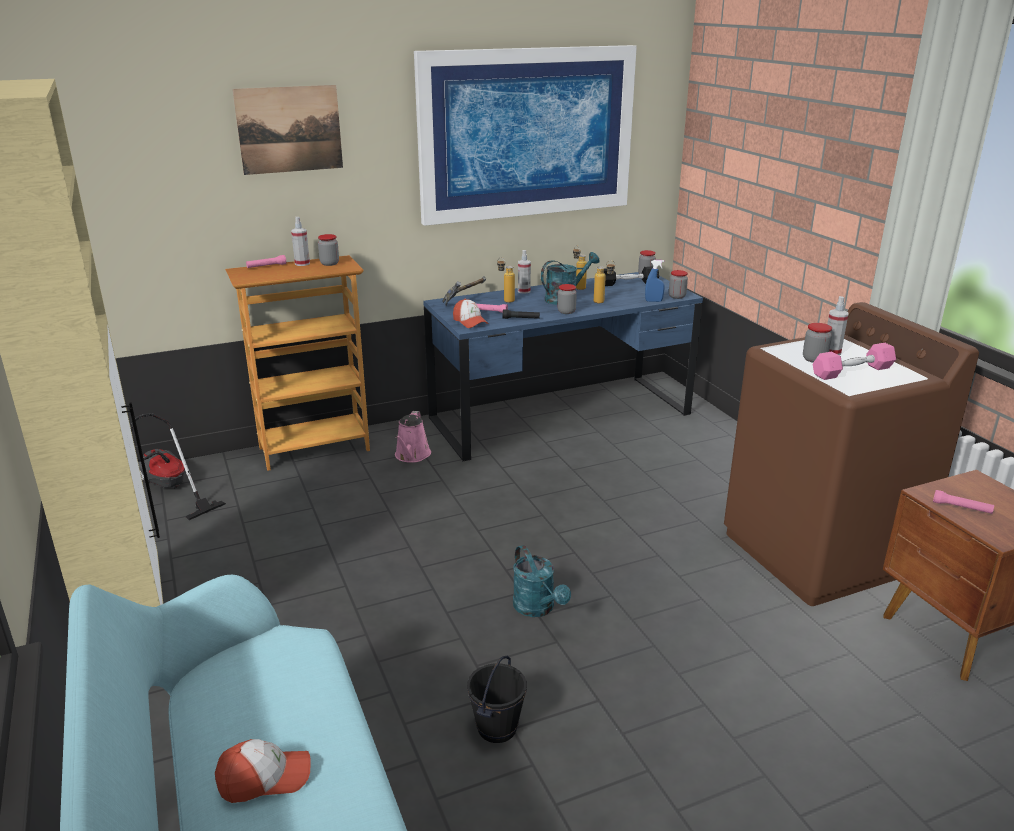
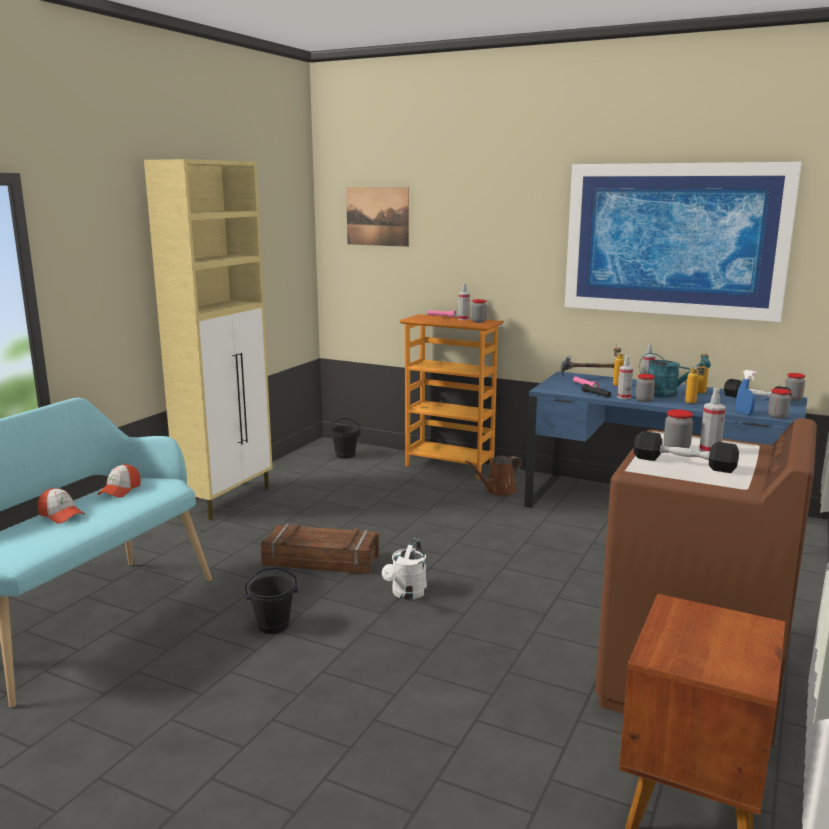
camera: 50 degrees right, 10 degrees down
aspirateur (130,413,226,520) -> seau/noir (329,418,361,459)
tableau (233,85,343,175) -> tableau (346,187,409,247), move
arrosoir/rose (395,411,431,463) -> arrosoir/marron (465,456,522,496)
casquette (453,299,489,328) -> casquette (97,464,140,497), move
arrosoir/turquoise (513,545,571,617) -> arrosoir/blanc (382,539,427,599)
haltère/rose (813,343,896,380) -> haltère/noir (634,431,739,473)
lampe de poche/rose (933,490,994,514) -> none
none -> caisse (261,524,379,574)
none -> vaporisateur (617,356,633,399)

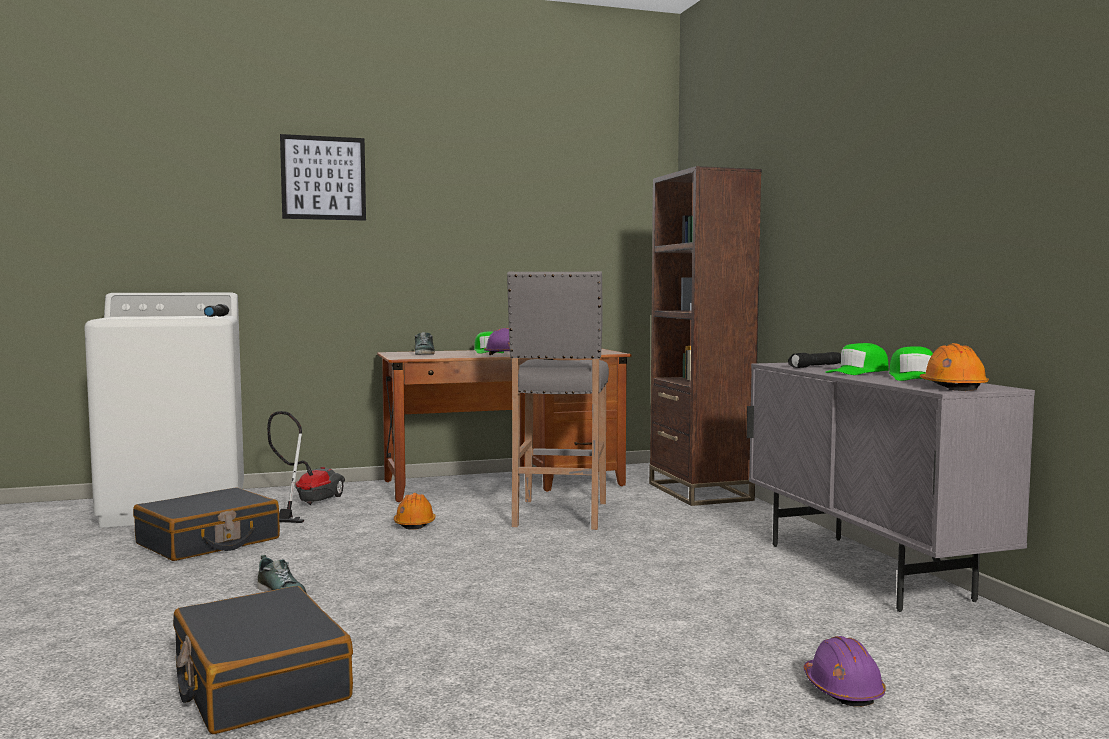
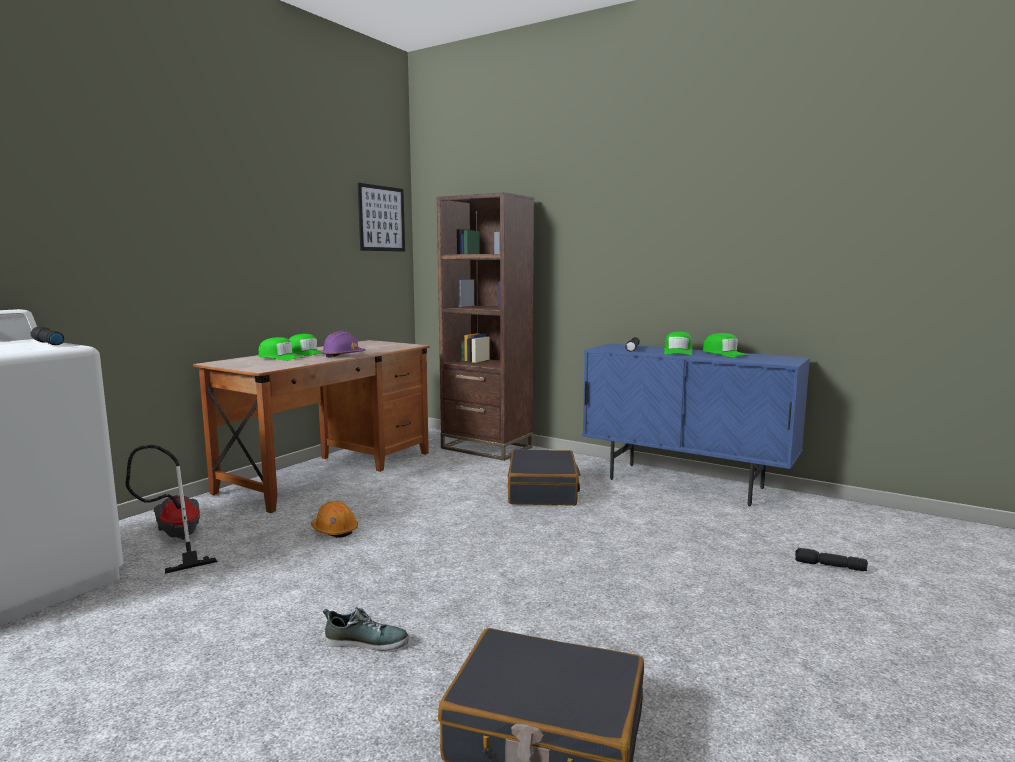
camera: 40 degrees left, 5 degrees up
valise/noir (133,487,280,561) -> valise/noir (508,449,581,506), move
tableau (280,134,366,221) -> tableau (358,183,405,252), move
chaussure (415,332,435,355) -> none
tabouret/gris (507,271,609,530) -> none
meuble de rangement/gris (746,363,1035,612) -> meuble de rangement/bleu (582,343,810,506)
casque de chantier/violet (803,636,886,707) -> lampe de poche/noir (795,548,868,571)
casque de chantier/orange (920,343,989,391) -> none
none -> casquette/vert (258,337,305,361)

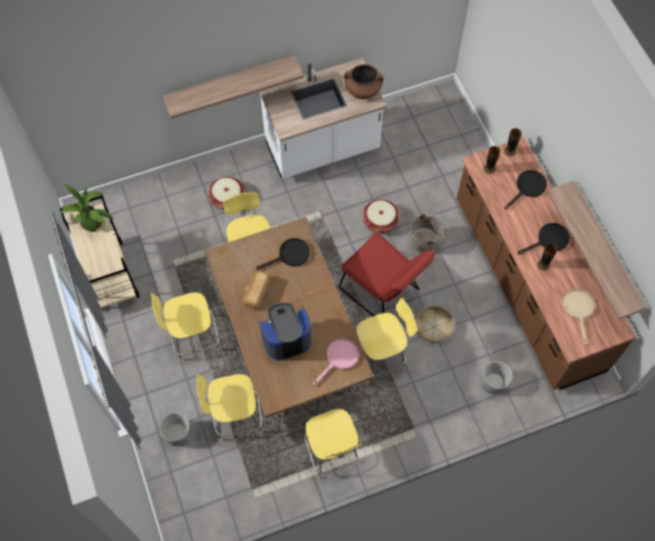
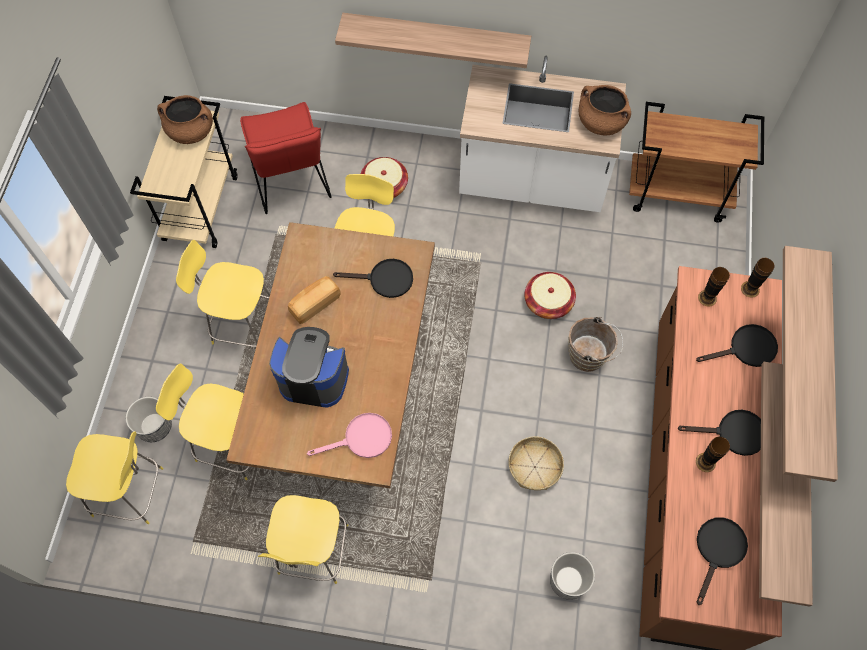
camera: 30 degrees right, 0 degrees up
plante en pot (60,184,114,232) -> marmite/marron (157,95,213,144)
chaise/rouge (339,233,435,316) -> chaise/rouge (240,102,332,214), move
tabouret/jaune (356,298,417,383) -> tabouret/jaune (66,431,163,524), move
poêle/beige (562,289,594,345) -> poêle/noir (697,517,748,605)
none -> chariot/marron (629,102,764,223)
none -> étagère (783,246,838,482)

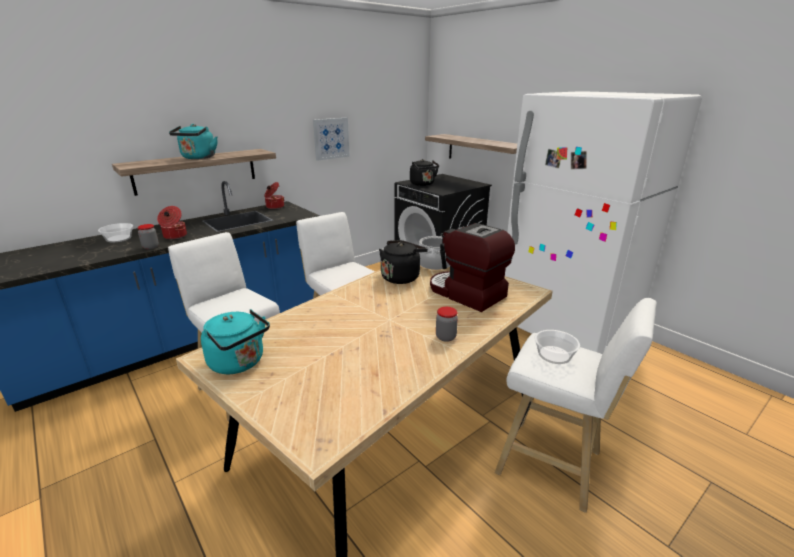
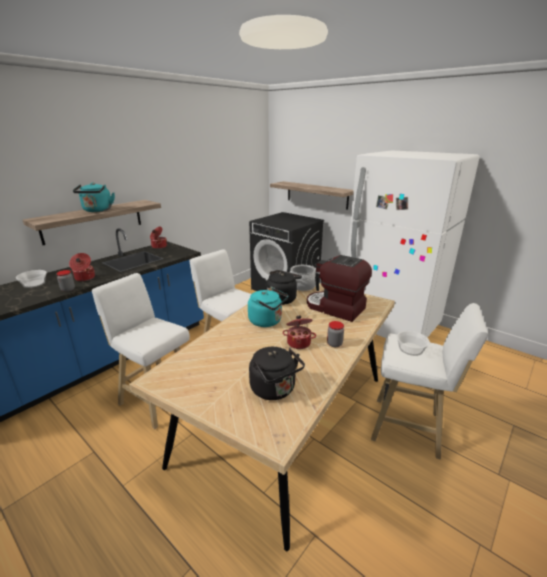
camera: 10 degrees left, 0 degrees up
bouilloire/turquoise (201,309,270,374) -> bouilloire/turquoise (248,288,288,327), move
tableau (313,118,350,161) -> none
bouilloire/noir (410,159,439,186) -> bouilloire/noir (249,347,305,400), move
none -> marmite (282,316,316,349)

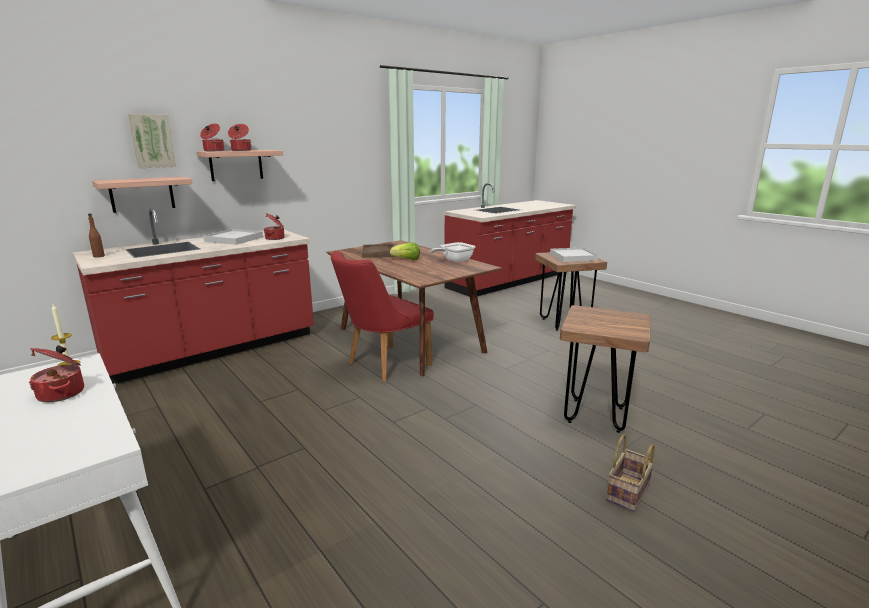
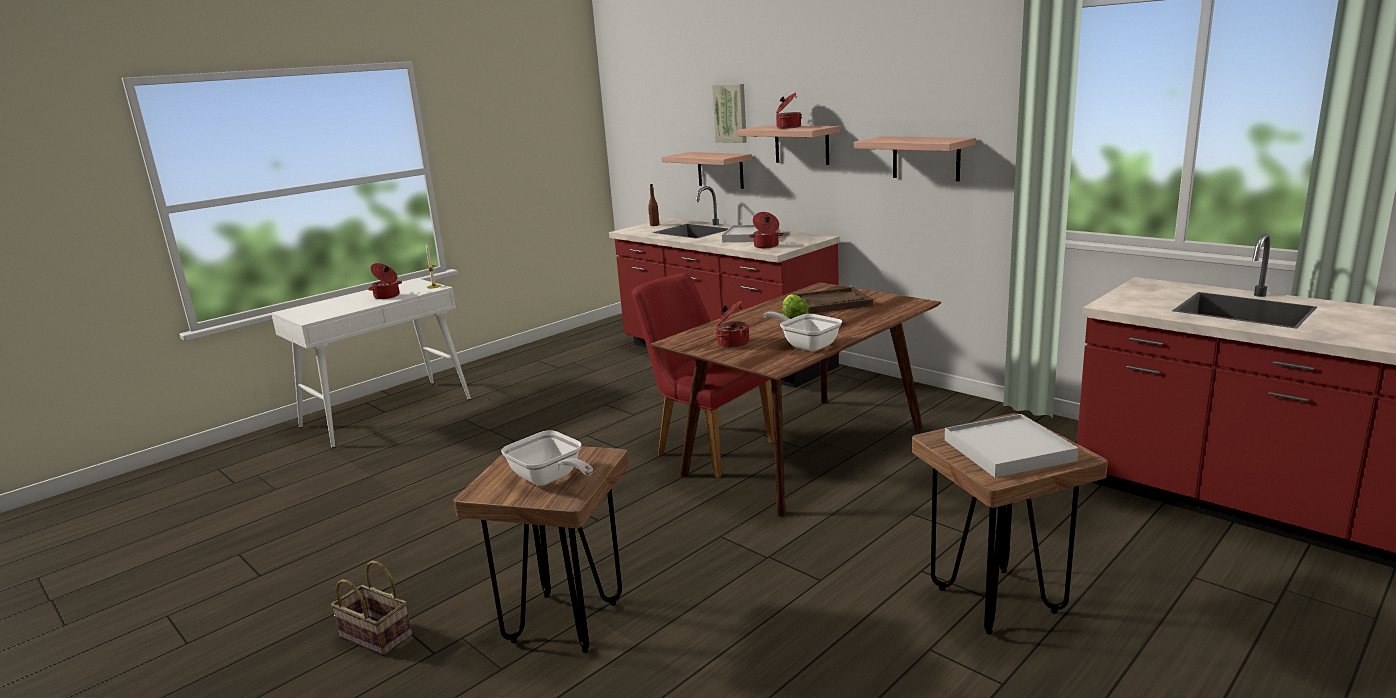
camera: 85 degrees right, 0 degrees up
marmite (200,124,224,151) -> marmite (715,300,749,348), move
none -> poêle (501,430,593,486)
none -> étagère (854,136,976,181)

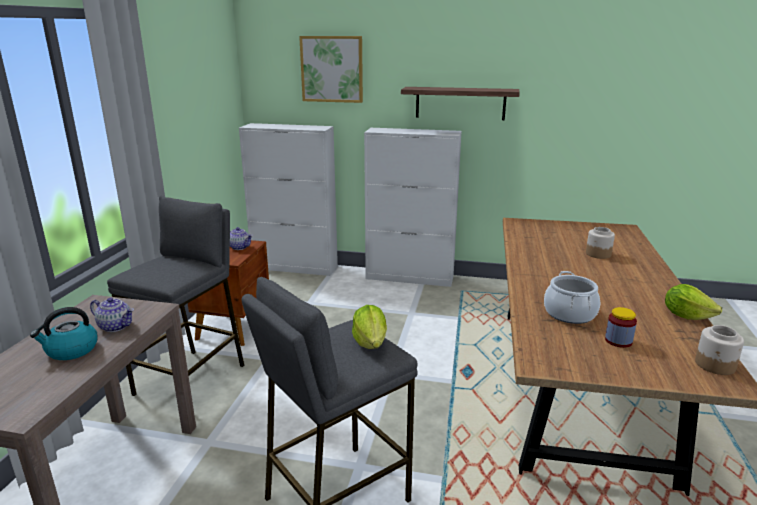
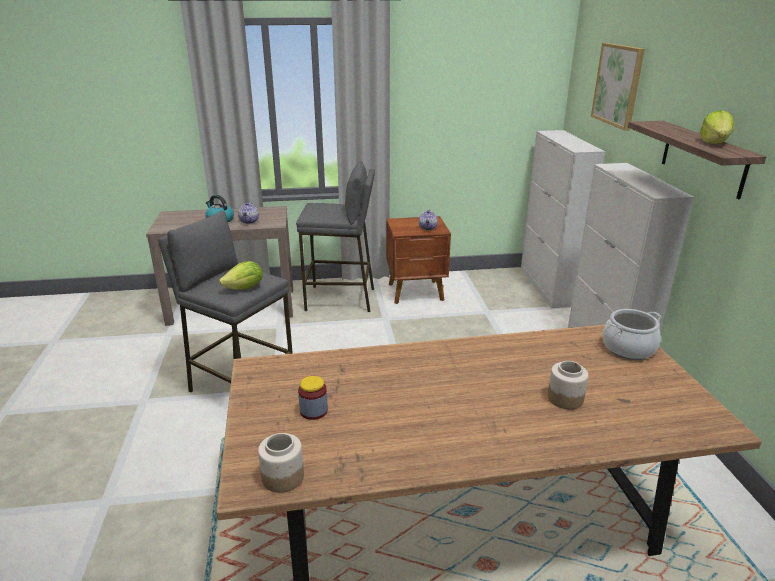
camera: 70 degrees right, 5 degrees up
marmite (544,271,600,324) -> marmite (602,309,662,360), move
laitue (665,284,722,320) -> laitue (700,110,734,144), move

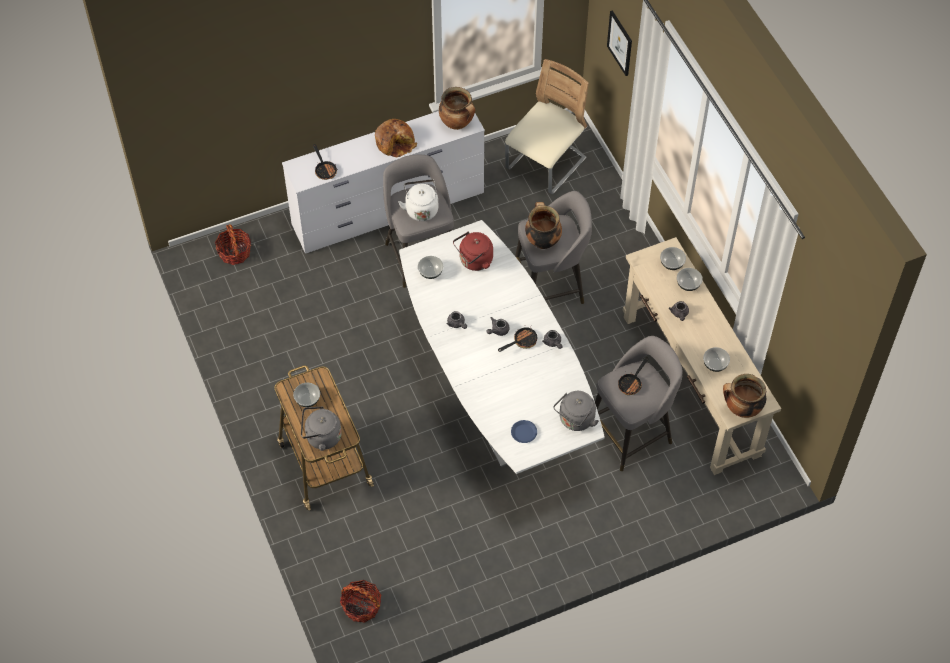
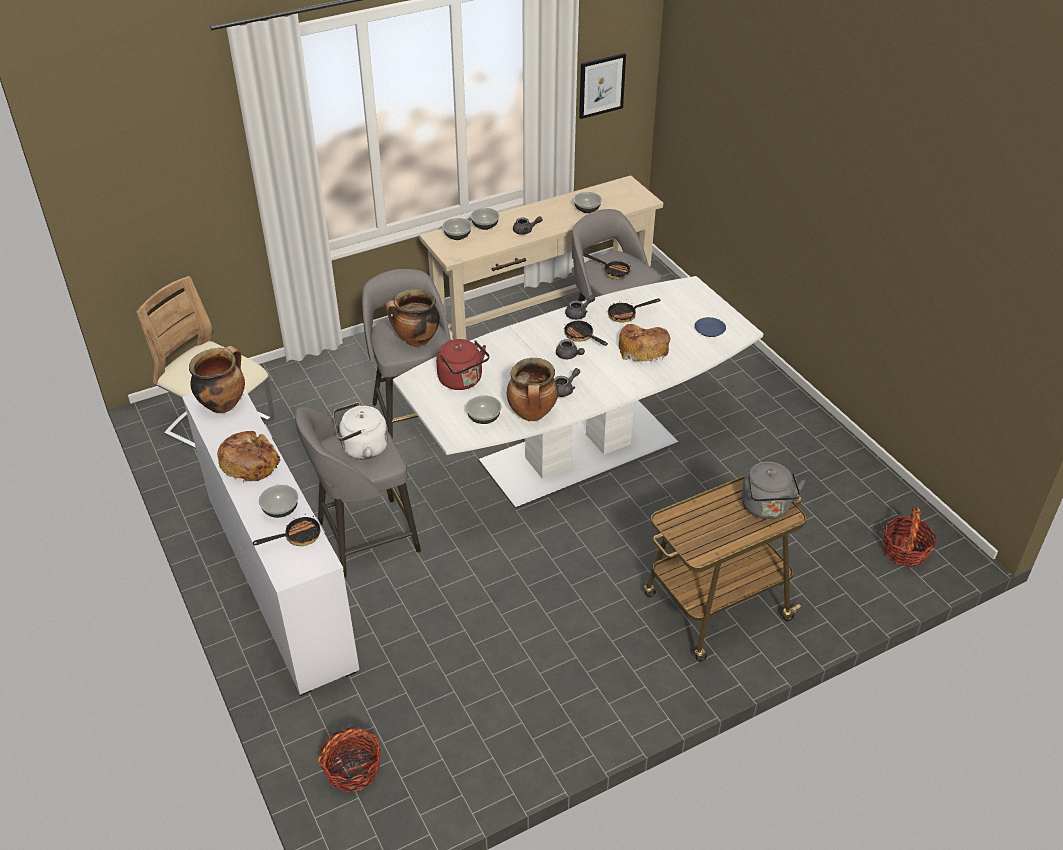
camera: 95 degrees left, 15 degrees down
bol (293,383,320,407) -> bol (259,485,298,518), move
bouilloire/gris (554,391,599,431) -> none
tableau (607,10,632,76) -> tableau (579,53,626,119), move
marmite (723,374,766,418) -> marmite (507,358,558,421), move
none -> poêle (608,299,660,322)
none -> pain (619,324,671,362)

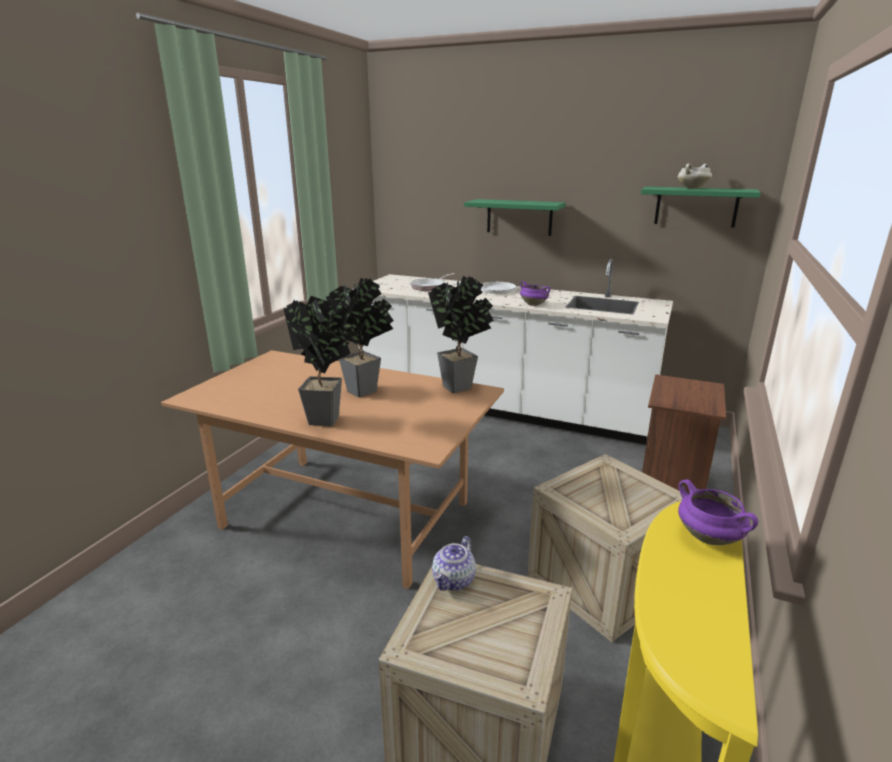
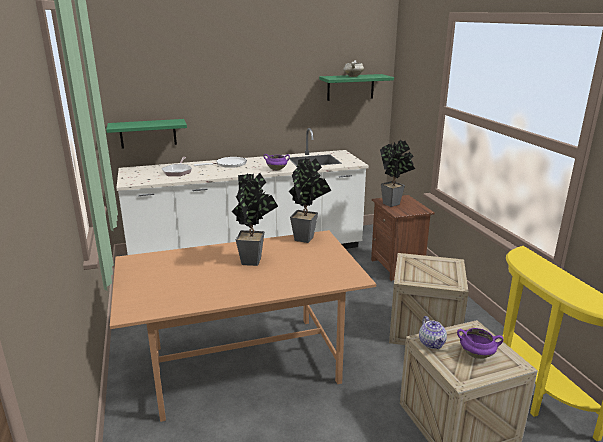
camera: 40 degrees left, 0 degrees up
plante en pot (284,296,351,426) -> plante en pot (380,140,415,207), move
étagère/vert (464,199,566,236) -> étagère/vert (106,119,187,148), move
marmite/violet (678,479,758,545) -> marmite/violet (457,328,503,359), move

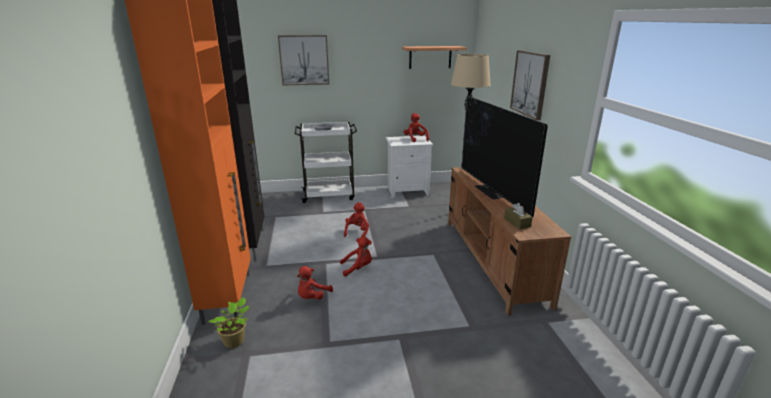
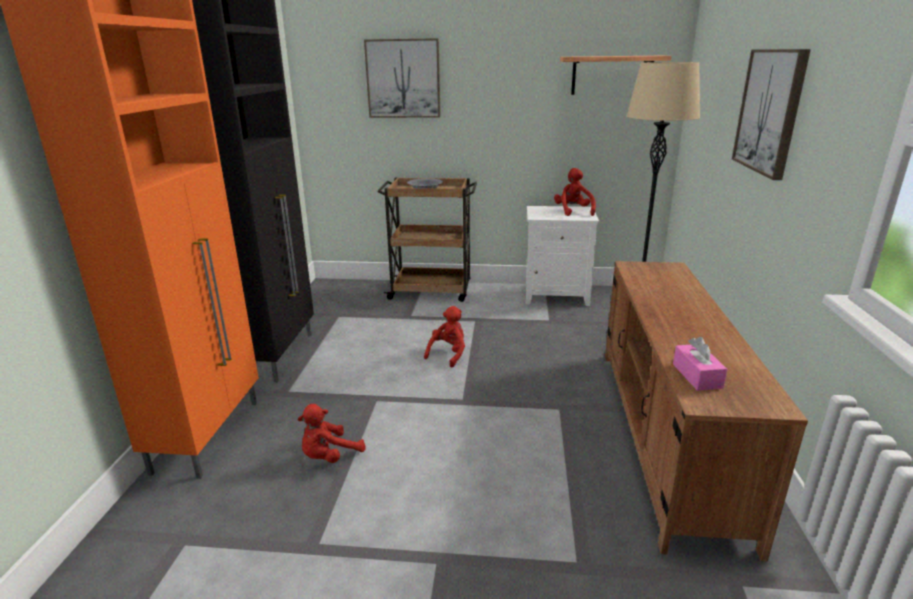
camera: 15 degrees right, 0 degrees up
plante en pot (208,297,250,348) -> none
chariot/blanc (294,122,357,203) -> chariot/marron (377,178,477,302)
peluche/rouge (340,236,372,277) -> none
téléviseur (461,96,548,217) -> none
boîte à mouchoirs/marron (504,203,533,229) -> boîte à mouchoirs/rose (673,337,727,391)

